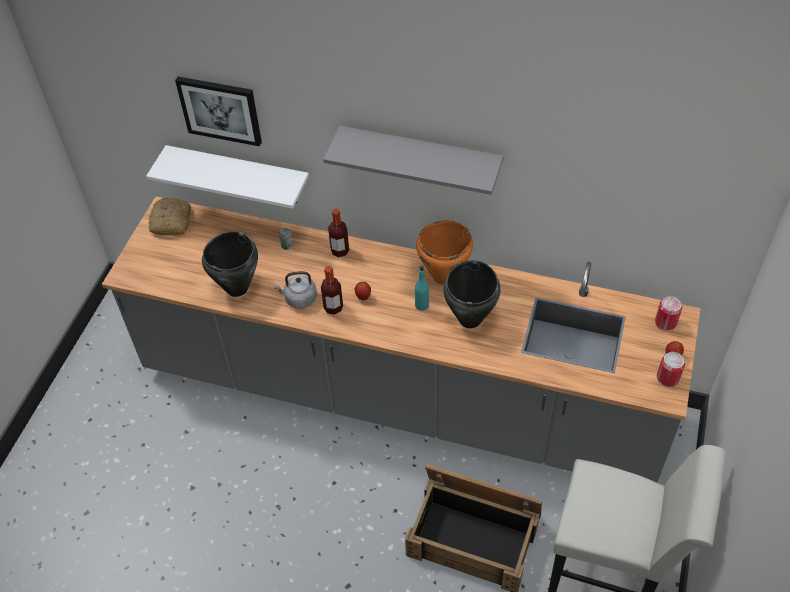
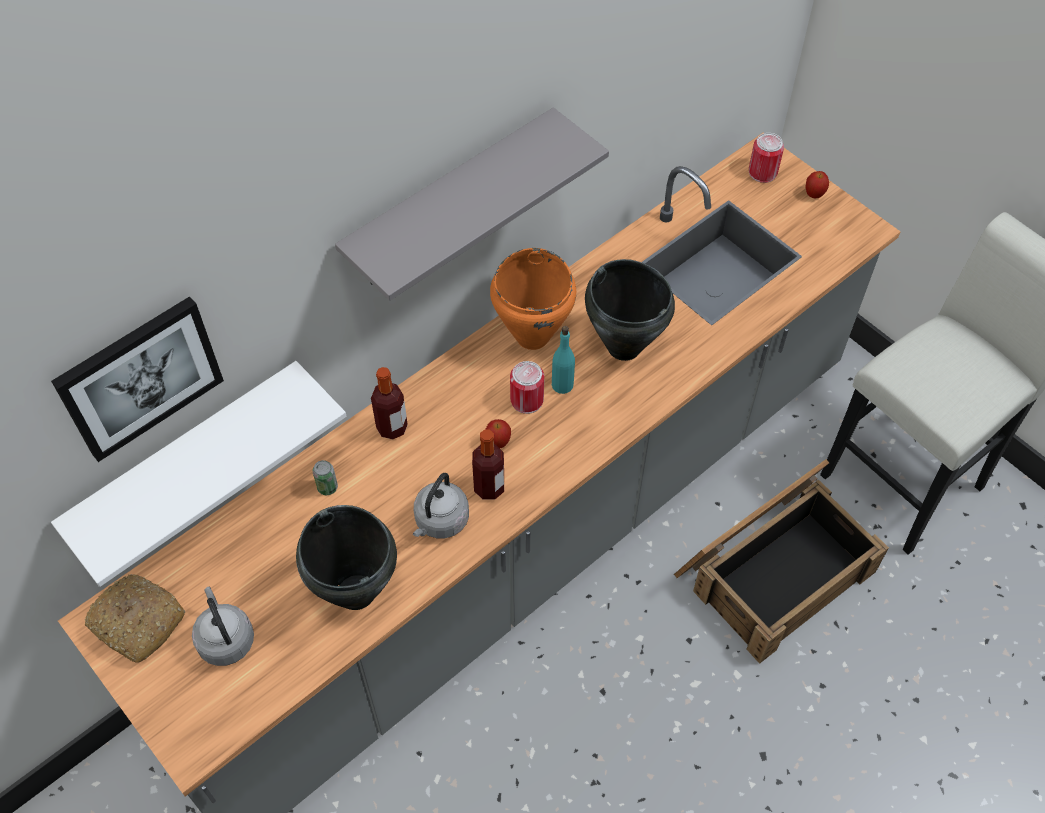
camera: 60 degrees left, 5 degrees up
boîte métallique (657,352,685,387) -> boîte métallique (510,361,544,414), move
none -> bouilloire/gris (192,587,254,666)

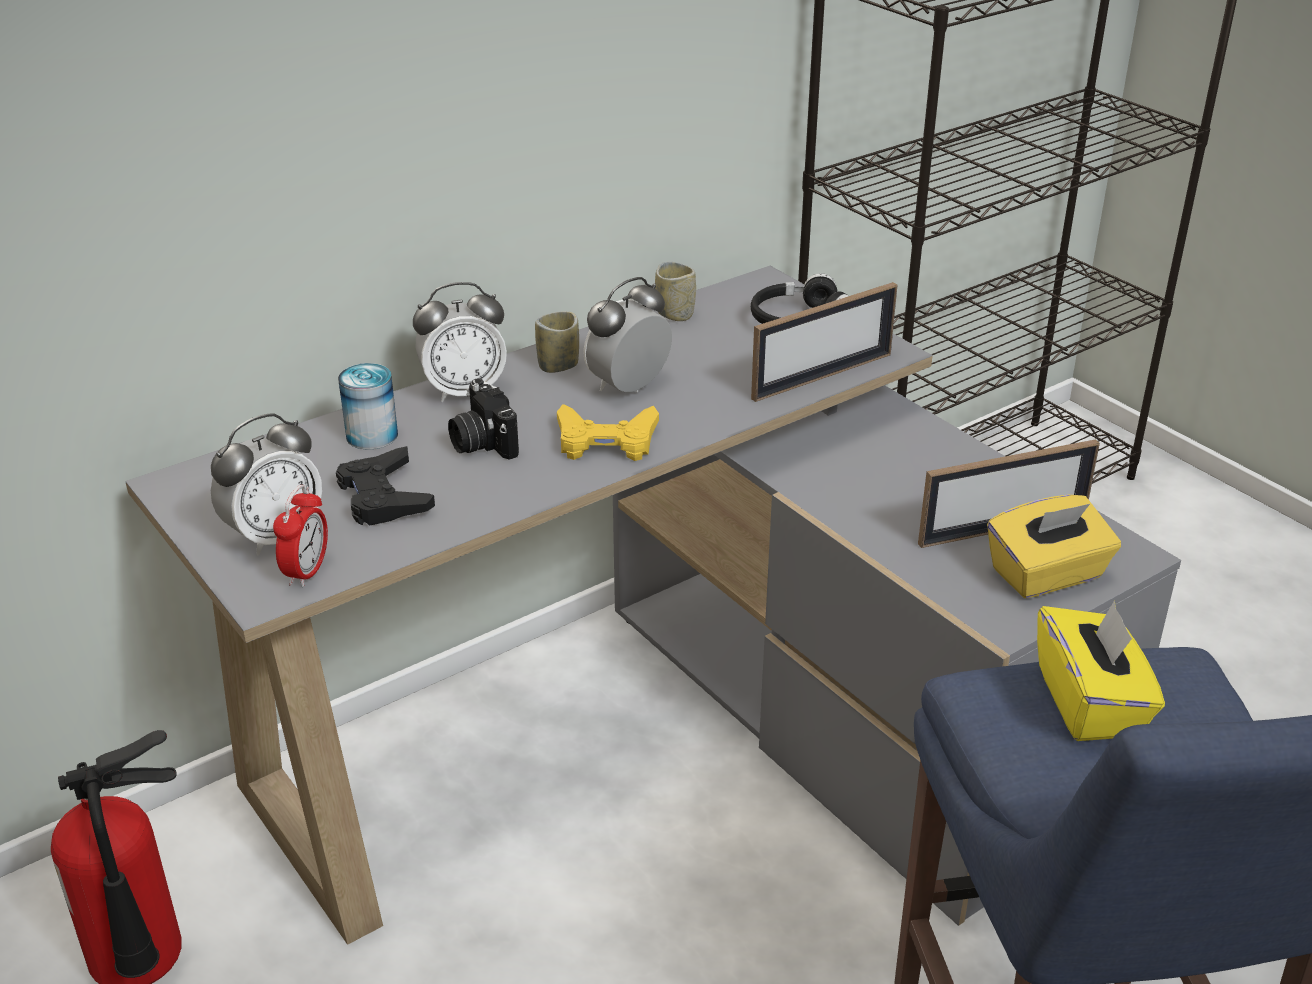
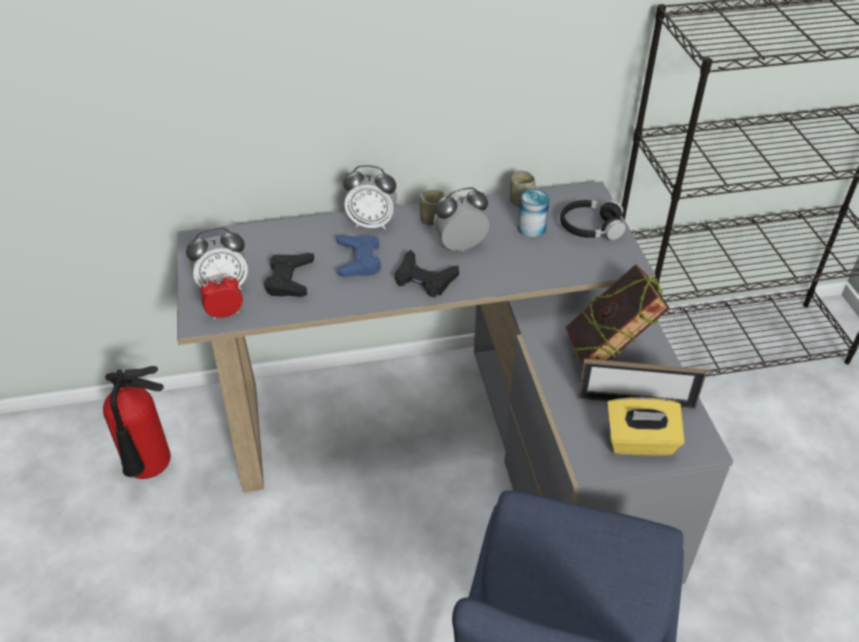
camera: 25 degrees right, 10 degrees up
réveil (273,485,328,587) -> réveil (200,273,243,320), 150 degrees counterclockwise
boîte métallique (338,363,398,450) -> boîte métallique (518,189,550,237), move
appareil photo (448,378,519,460) -> manette/bleu (337,235,381,277)
manette/jaune (557,404,659,461) -> manette/noir (395,250,459,297)
cadre photo (751,282,897,402) -> none
boîte à mouchoirs/jaune (1037,601,1165,741) -> none
none -> livre (565,264,670,364)

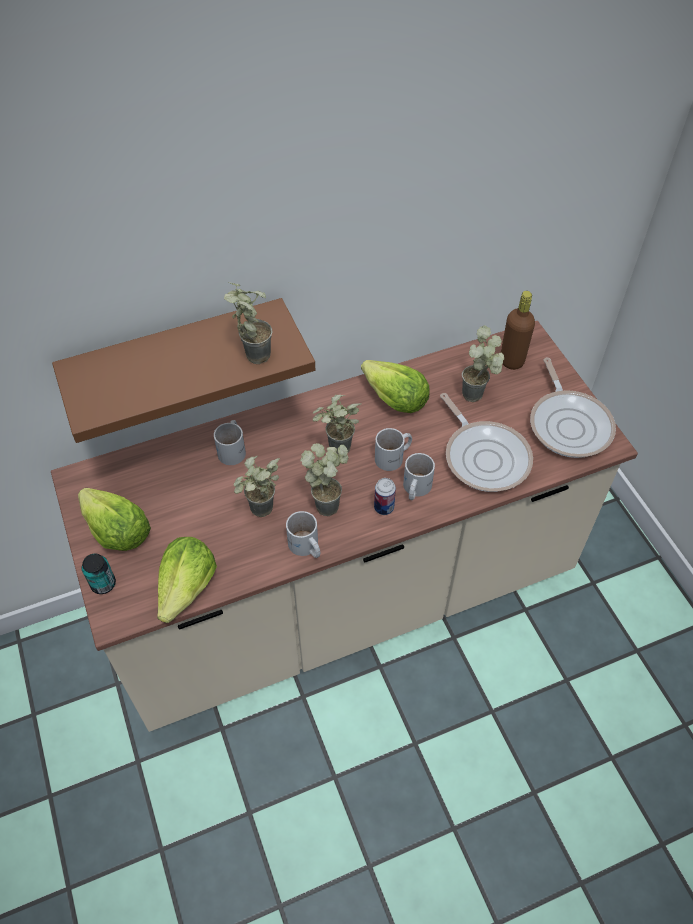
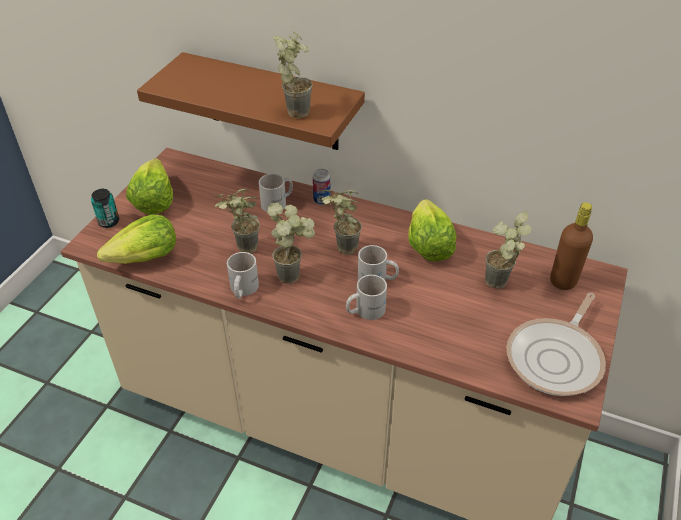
camera: 45 degrees right, 10 degrees down
boîte métallique (374,478,396,515) -> boîte métallique (313,169,331,205), move
poêle (440,393,533,492) -> none

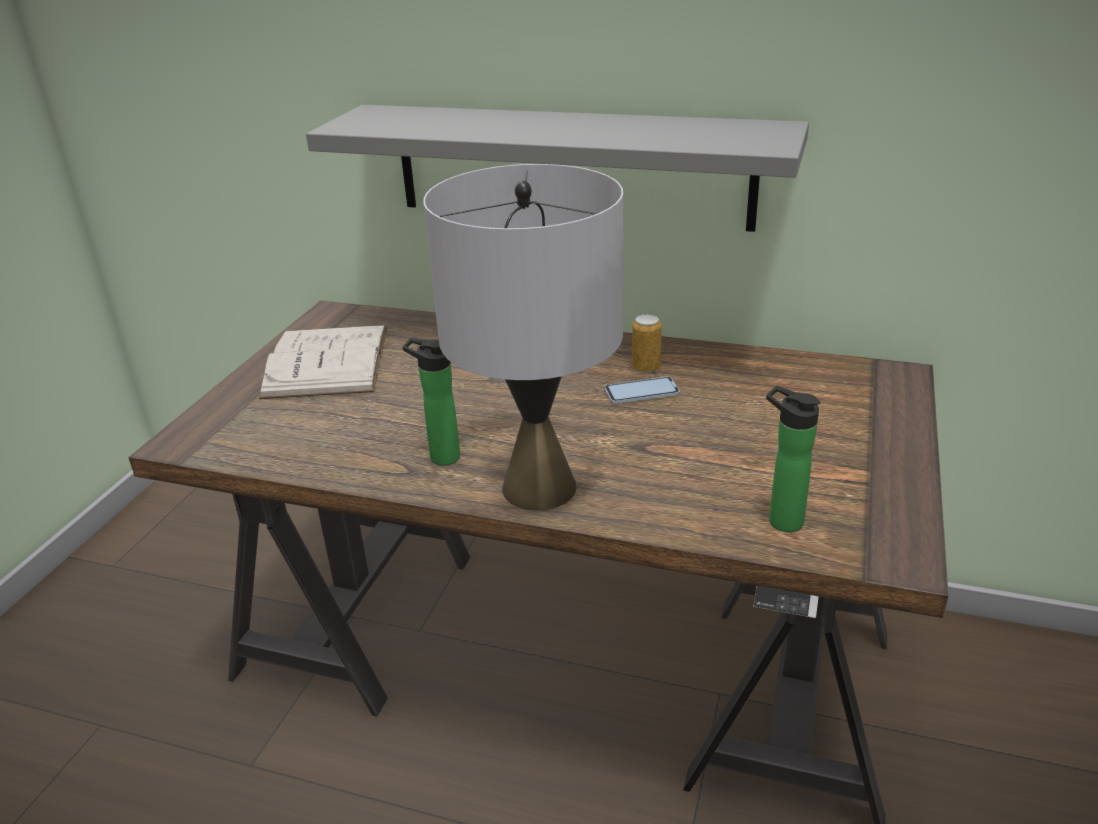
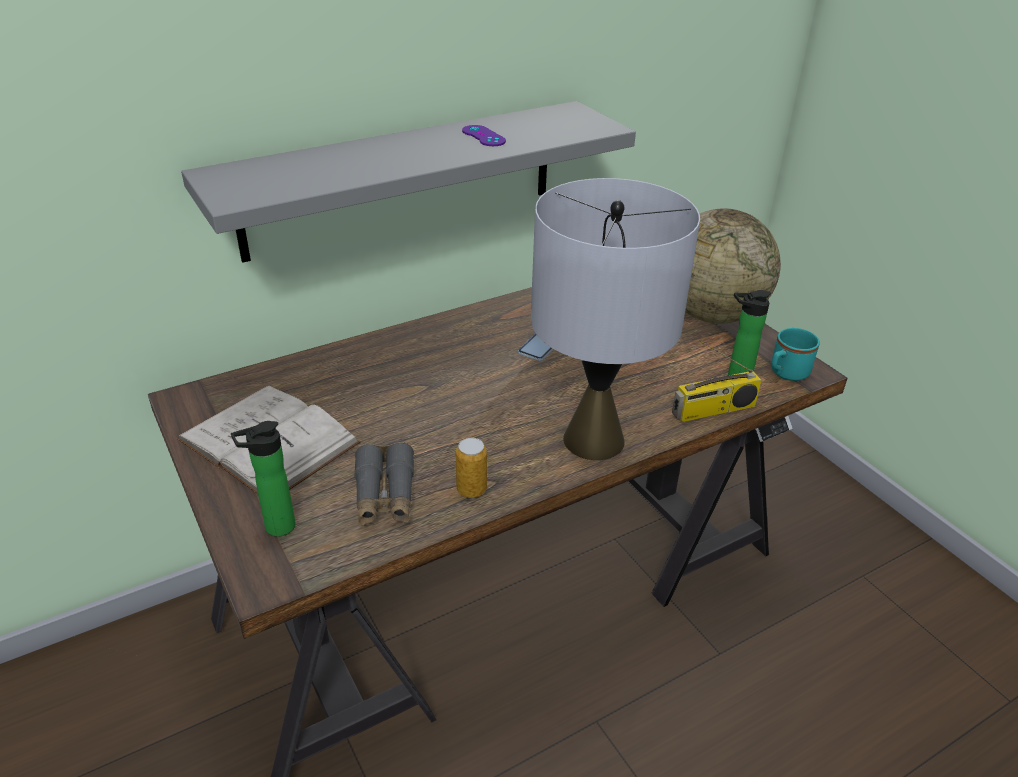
camera: 50 degrees left, 5 degrees up
bouteille (403,338,460,466) -> bouteille (231,421,295,537), move
boîte métallique (632,314,662,373) -> boîte métallique (456,438,487,498), move
none -> jumelles/gris (354,442,414,526)
none -> manette/violet (462,125,506,146)
none -> radio (672,340,762,422)
none -> globe (685,208,781,324)
none -> mug/turquoise (771,328,820,381)

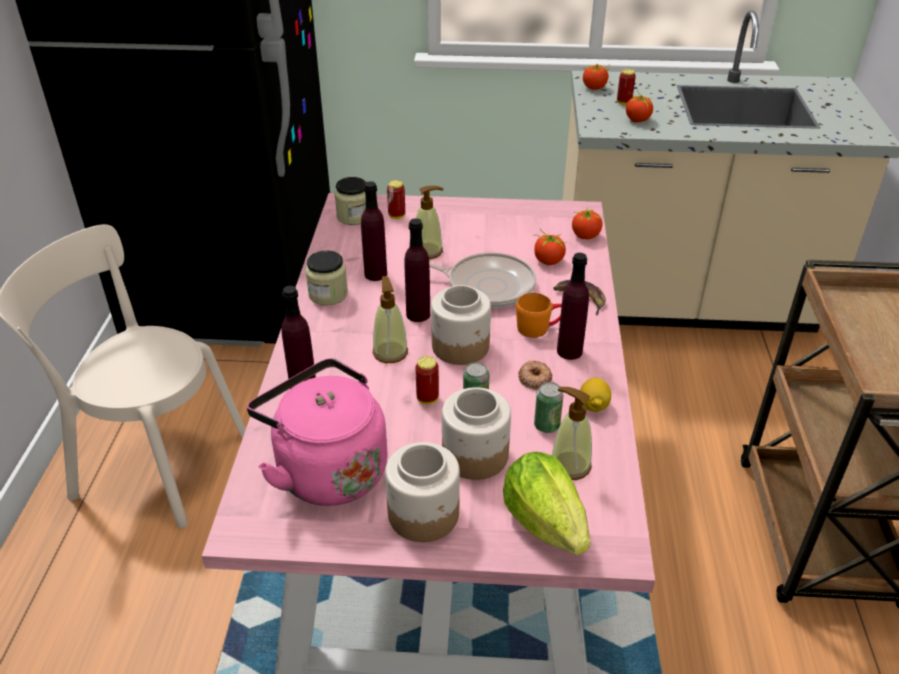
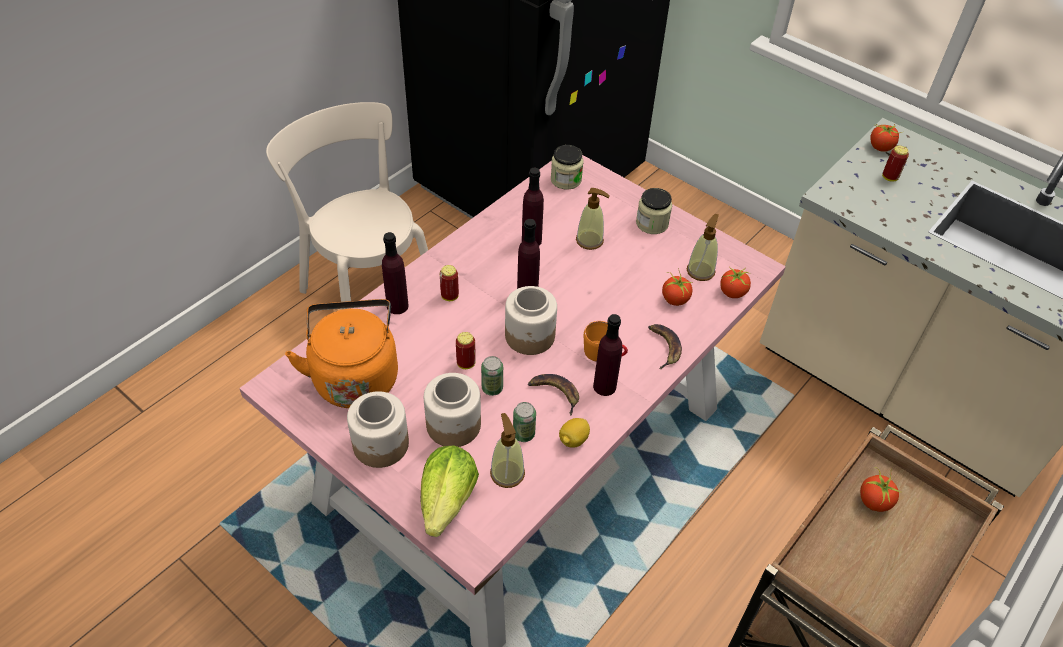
camera: 35 degrees right, 10 degrees up
bouilloire/rose (247,358,388,506) -> bouilloire/orange (285,299,398,408)
bocal (305,250,348,305) -> bocal (636,188,672,234), move
distributeur de savon (373,276,408,363) -> distributeur de savon (687,214,719,281), move
boîte métallique (387,180,405,219) -> boîte métallique (440,265,459,301), move
poêle (429,252,536,307) -> none
beignet (518,361,552,390) -> banane (528,374,579,415)
tomate (626,90,653,122) -> tomate (860,467,900,512), move

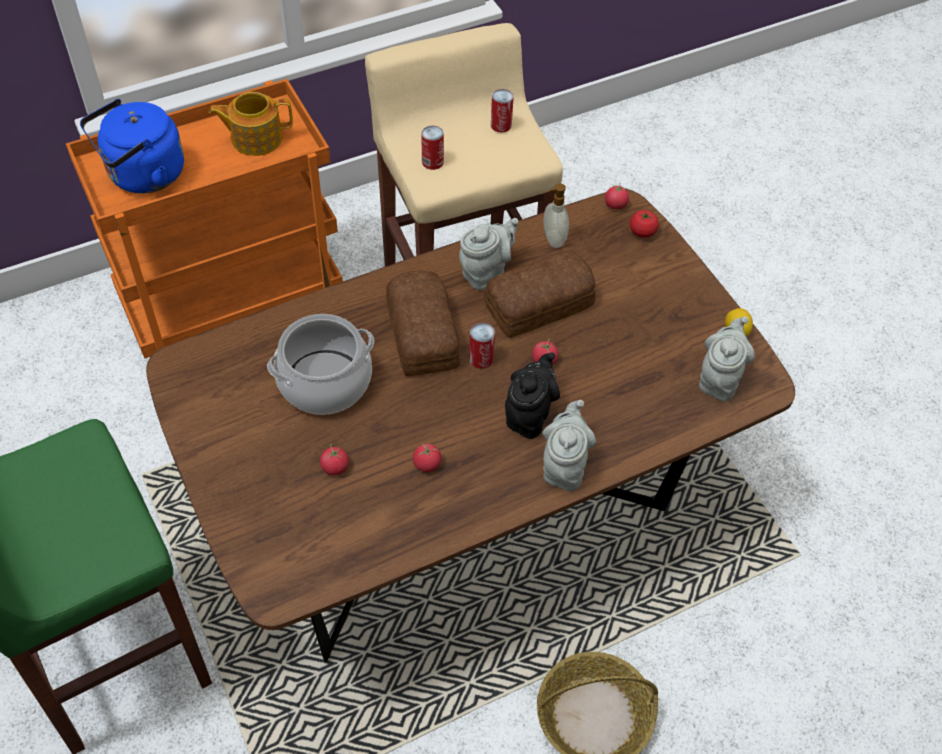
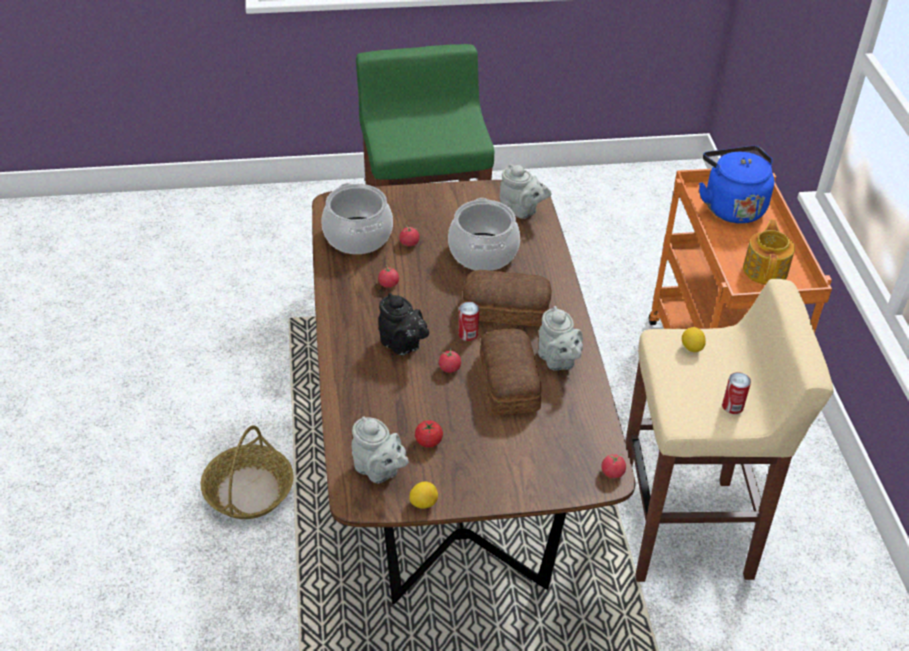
camera: 110 degrees right, 10 degrees down
boîte métallique (421,126,444,170) -> citron (682,327,706,352)
théière/gris (542,400,596,491) -> théière/gris (500,164,552,219), move
distributeur de savon (544,183,569,248) -> none
tomate (630,210,659,238) -> tomate (415,420,443,448), move
none -> marmite (322,183,393,254)

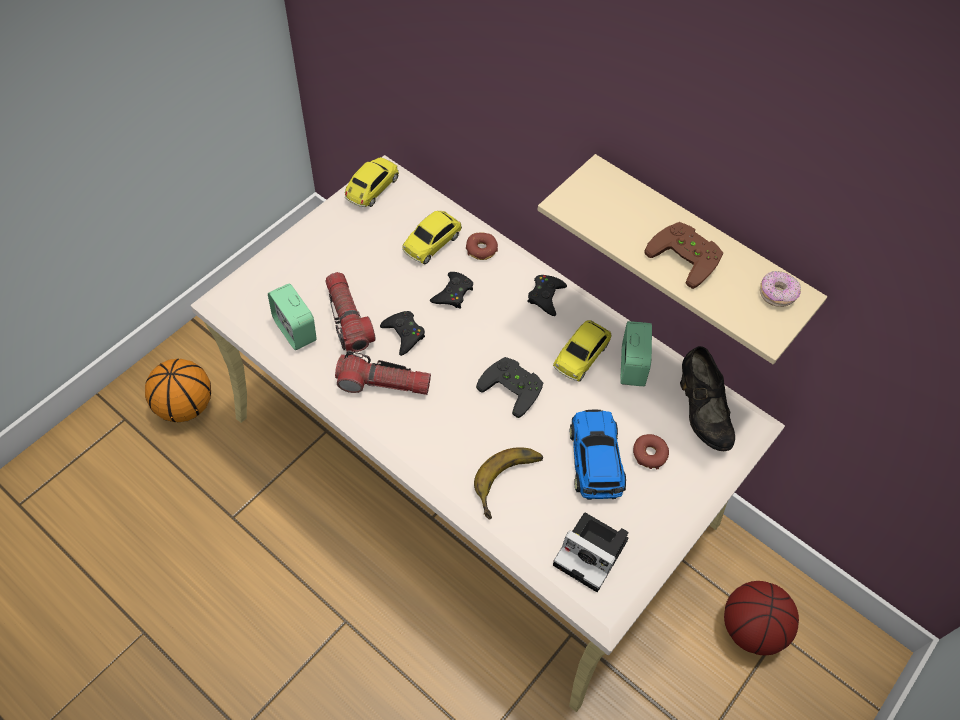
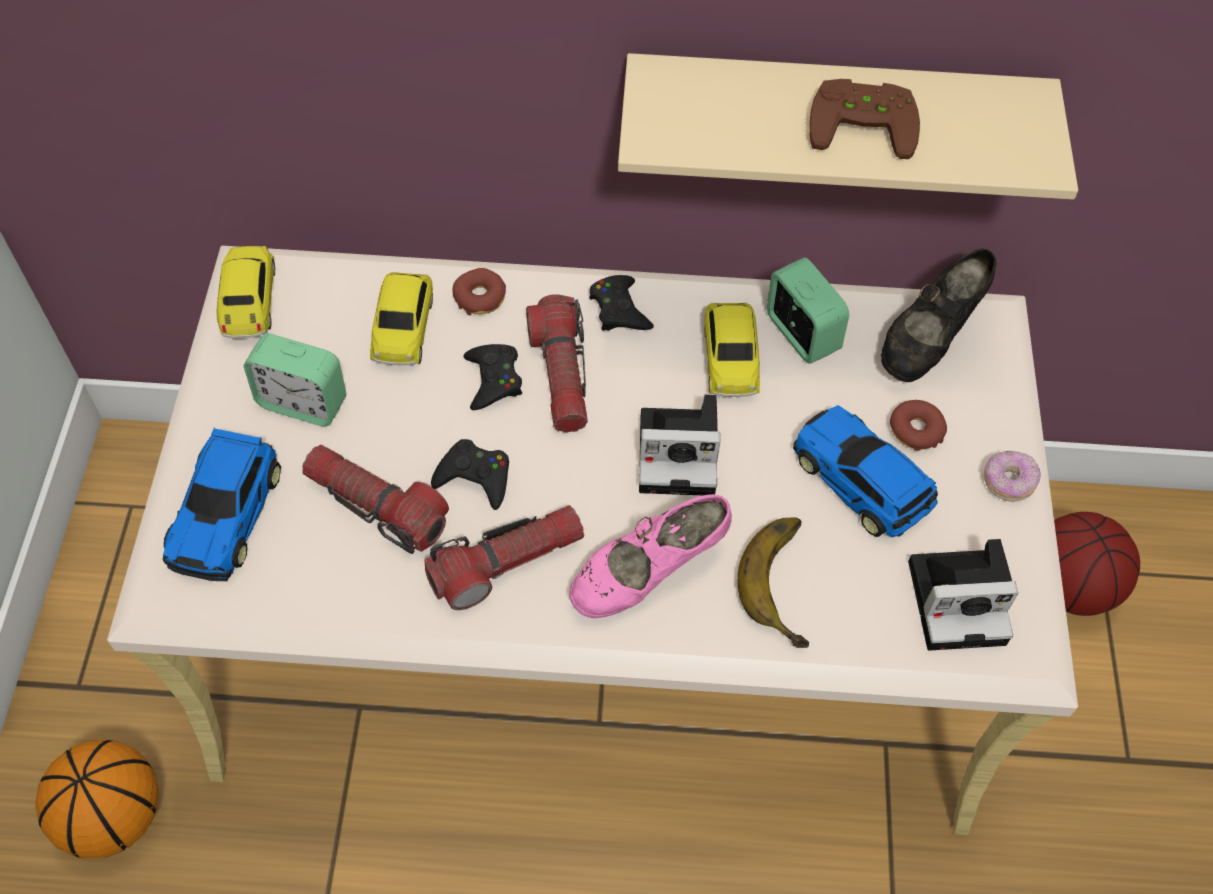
camera: 35 degrees left, 0 degrees up
réveil (268,283,317,350) -> réveil (244,333,346,426), move
manette/noir (476,357,543,418) -> appareil photo (639,394,720,495)
chaussure/noir (680,346,735,451) -> chaussure/noir (881,248,997,382), 90 degrees clockwise
beignet (760,271,801,307) -> beignet (984,451,1041,502), move
none -> petite voiture (162,428,281,581)
none -> lampe de poche (526,294,588,433)
none -> chaussure/rose (569,494,732,618)

